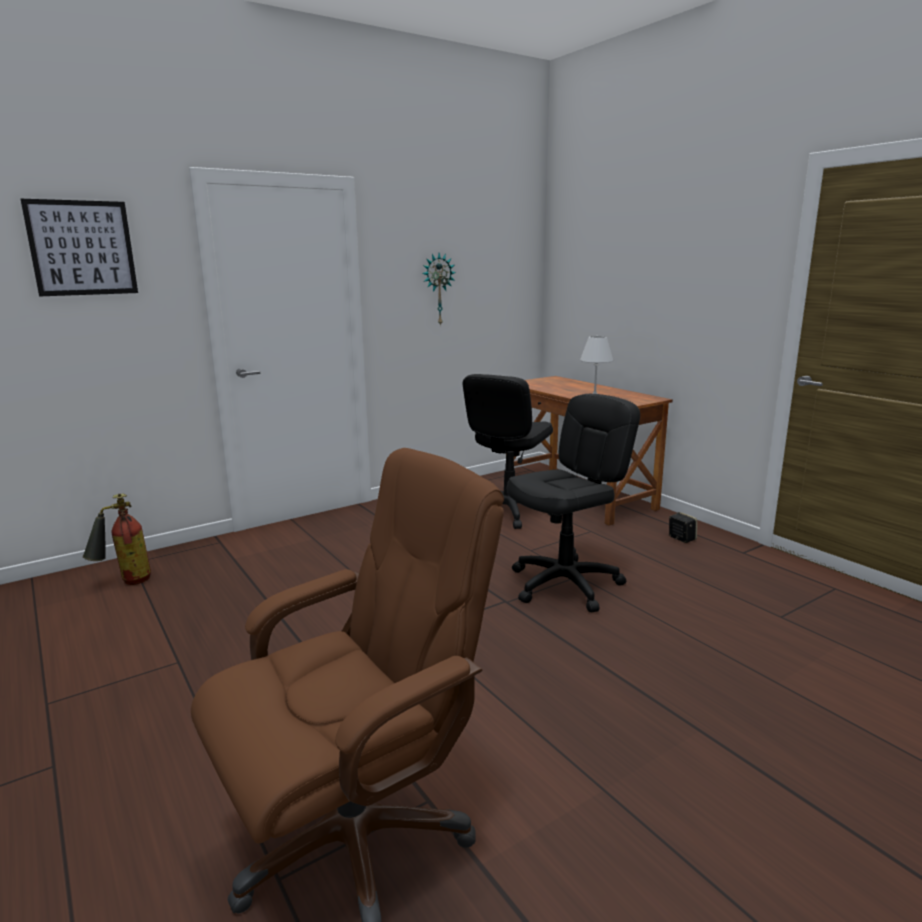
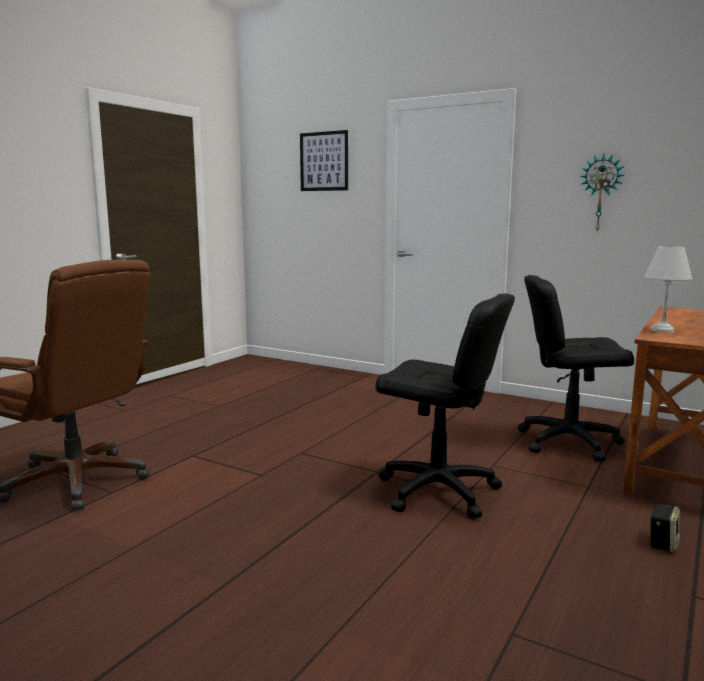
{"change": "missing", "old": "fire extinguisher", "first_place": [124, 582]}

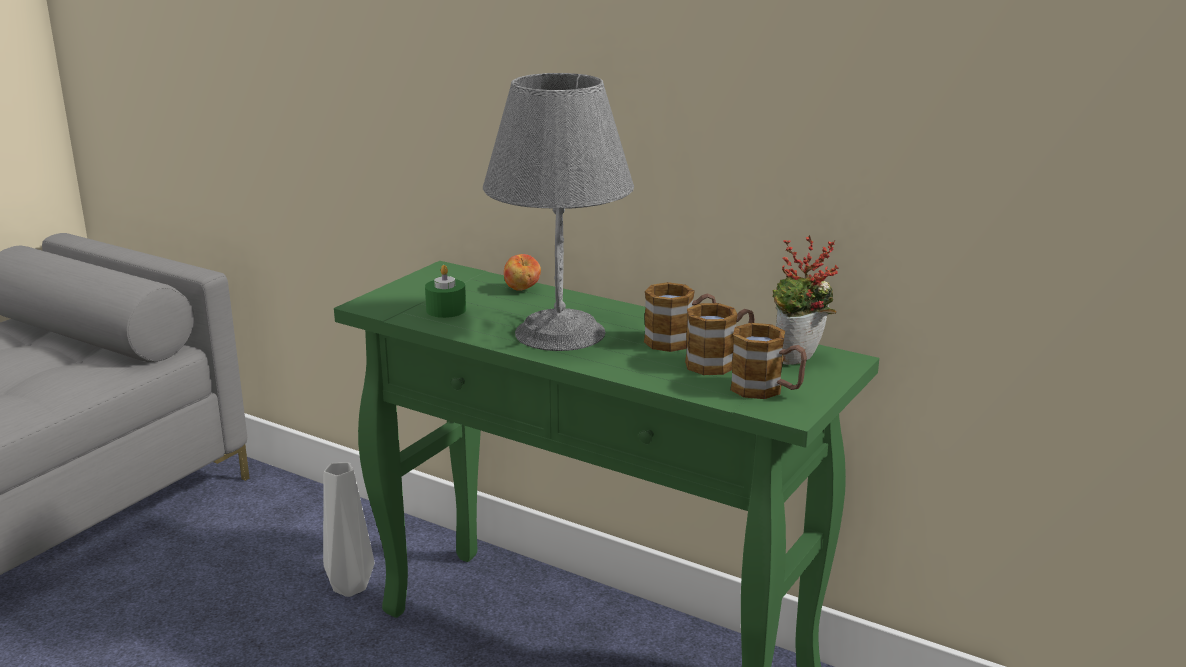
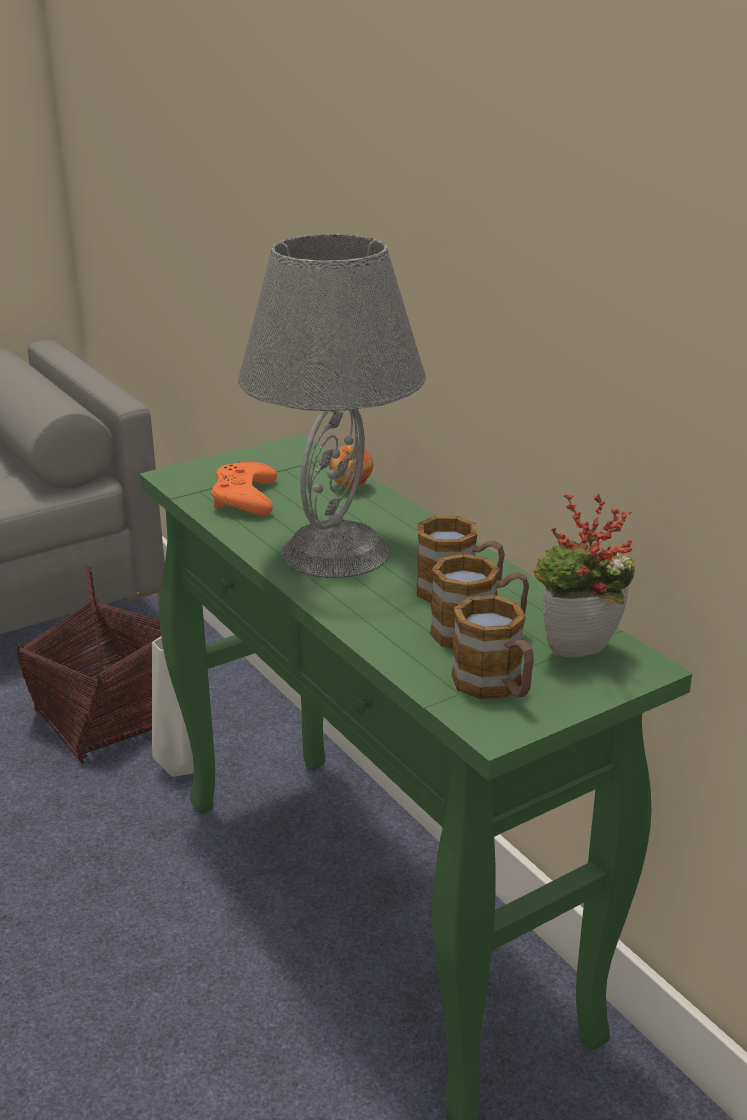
{"change": "exchanged", "old": "wax candle in green", "new": "game controller in orange", "first_place": [446, 310], "second_place": [245, 497]}
{"change": "appeared", "new": "storage basket", "second_place": [108, 718]}

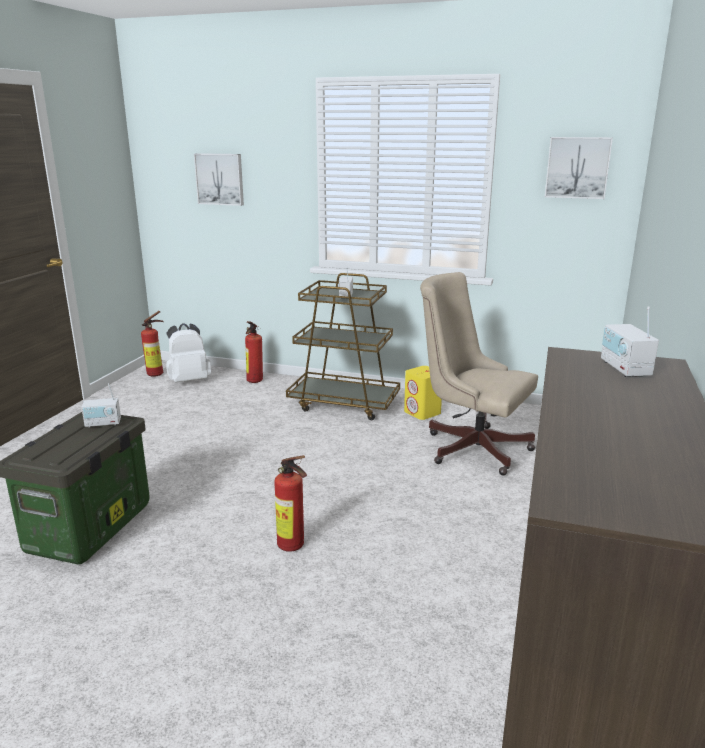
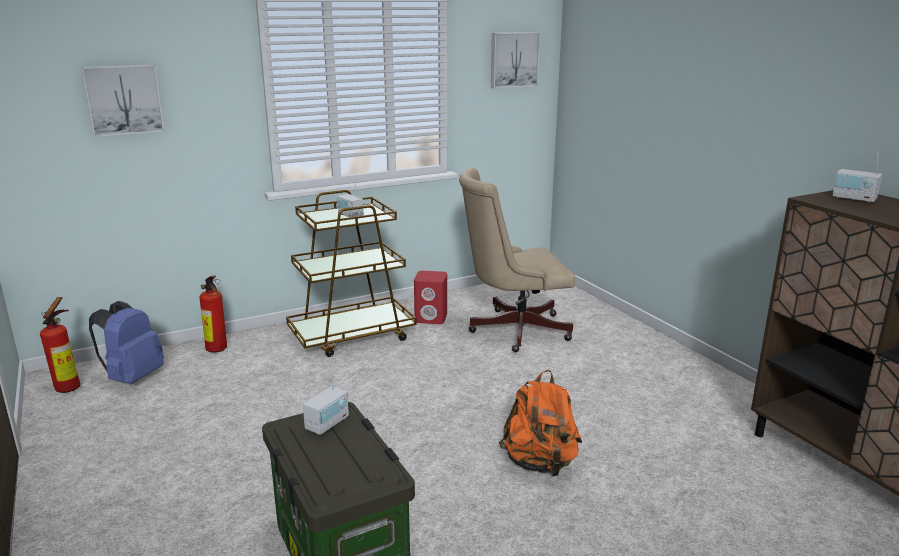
{"change": "colour", "old": "rucksack in white-coloured", "new": "rucksack in blue-coloured", "first_place": [189, 380], "second_place": [132, 378]}
{"change": "exchanged", "old": "fire extinguisher", "new": "rucksack in orange", "first_place": [293, 547], "second_place": [540, 464]}
{"change": "colour", "old": "loudspeaker in yellowish", "new": "loudspeaker in red", "first_place": [422, 413], "second_place": [431, 318]}

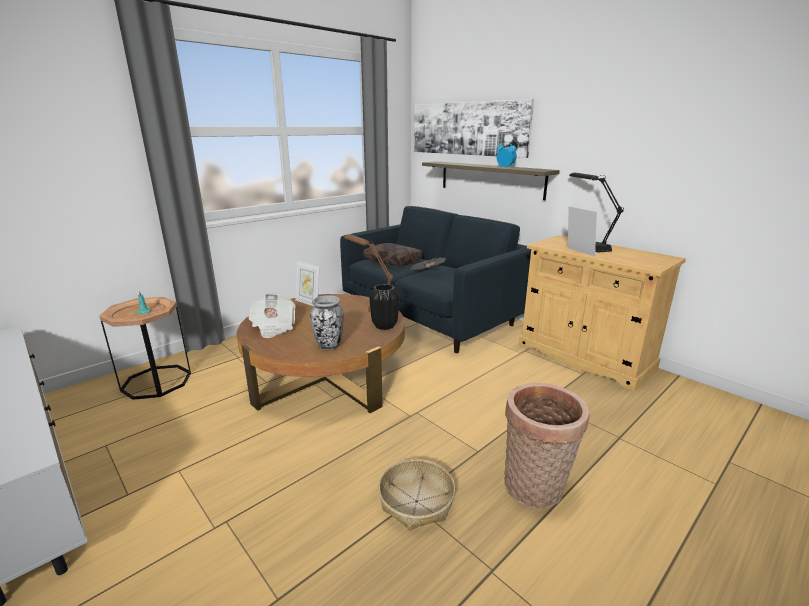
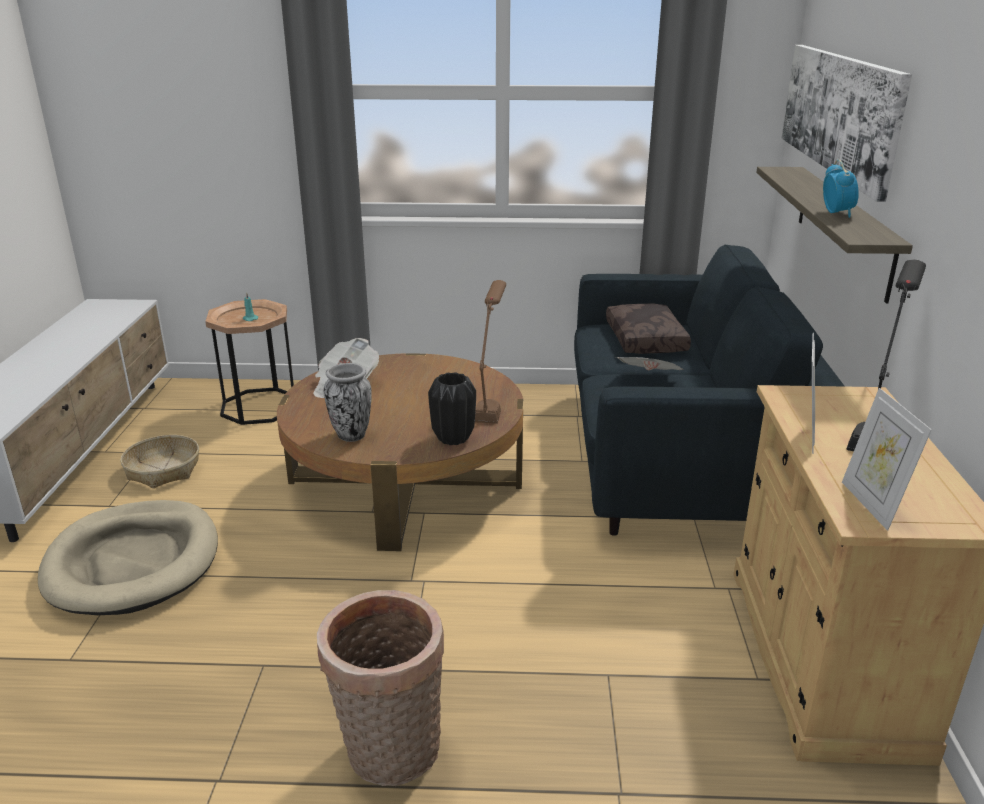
{"change": "relocated", "old": "picture frame", "first_place": [308, 302], "second_place": [872, 504]}
{"change": "relocated", "old": "storage basket", "first_place": [416, 501], "second_place": [163, 470]}
{"change": "appeared", "new": "pet bed in beige-coloured", "second_place": [133, 562]}

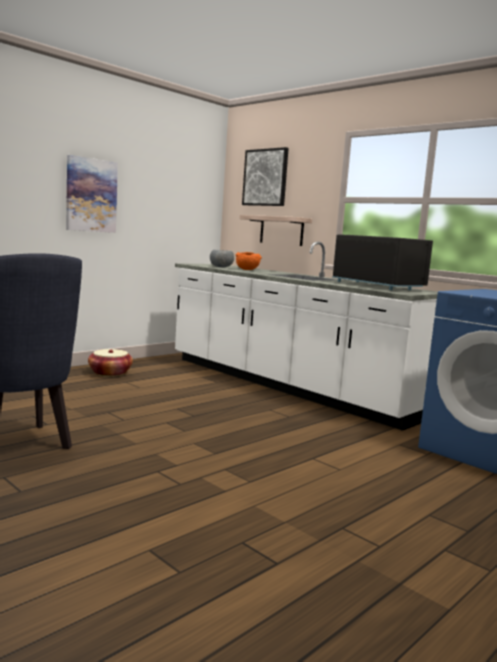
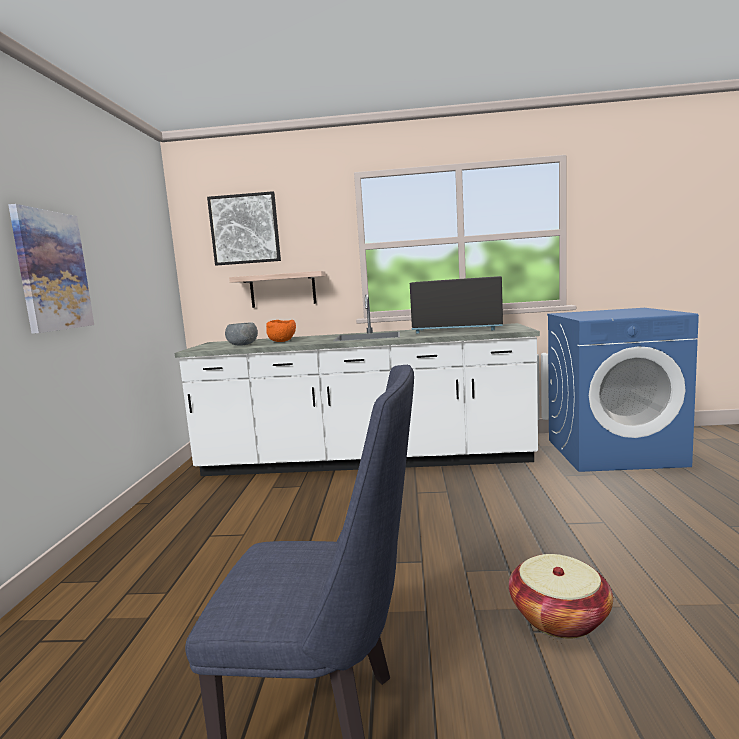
{"change": "relocated", "old": "storage basket", "first_place": [110, 373], "second_place": [559, 617]}

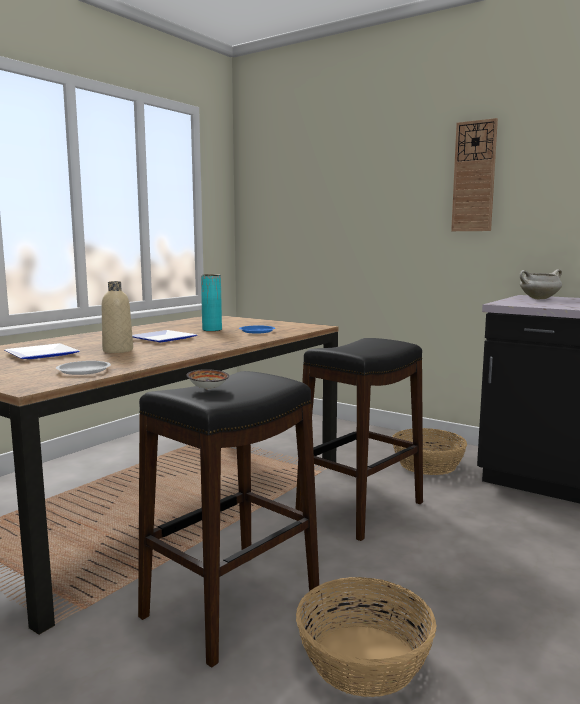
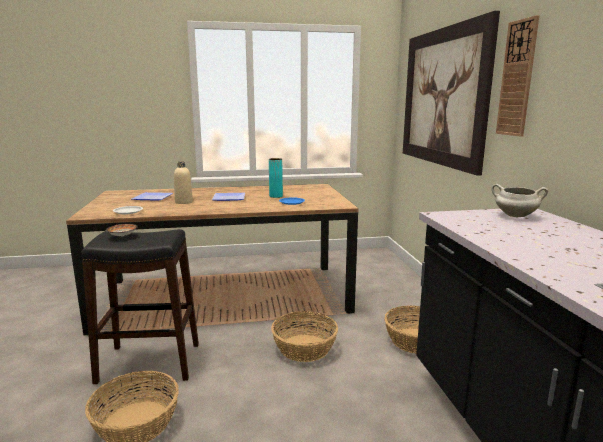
{"change": "exchanged", "old": "sitting stool in black-coloured", "new": "storage basket", "first_place": [360, 509], "second_place": [304, 348]}
{"change": "appeared", "new": "wall picture", "second_place": [442, 97]}

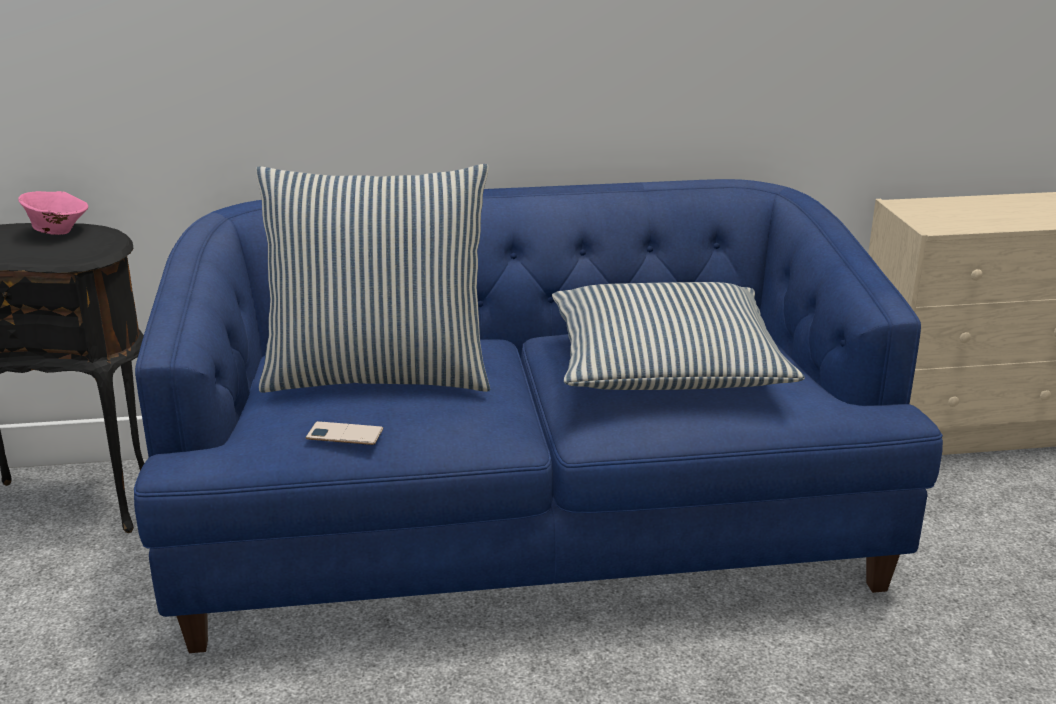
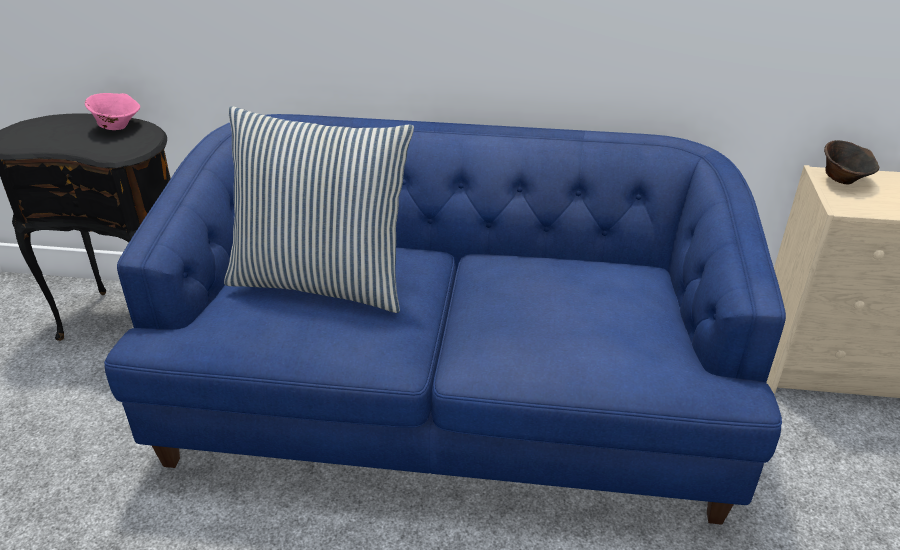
{"change": "missing", "old": "phone", "first_place": [344, 434]}
{"change": "missing", "old": "pillow", "first_place": [665, 364]}
{"change": "appeared", "new": "bowl in brown", "second_place": [843, 179]}

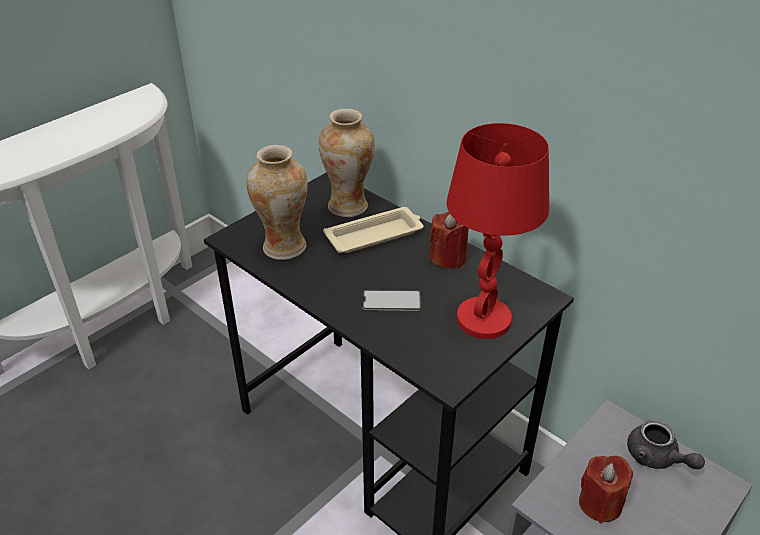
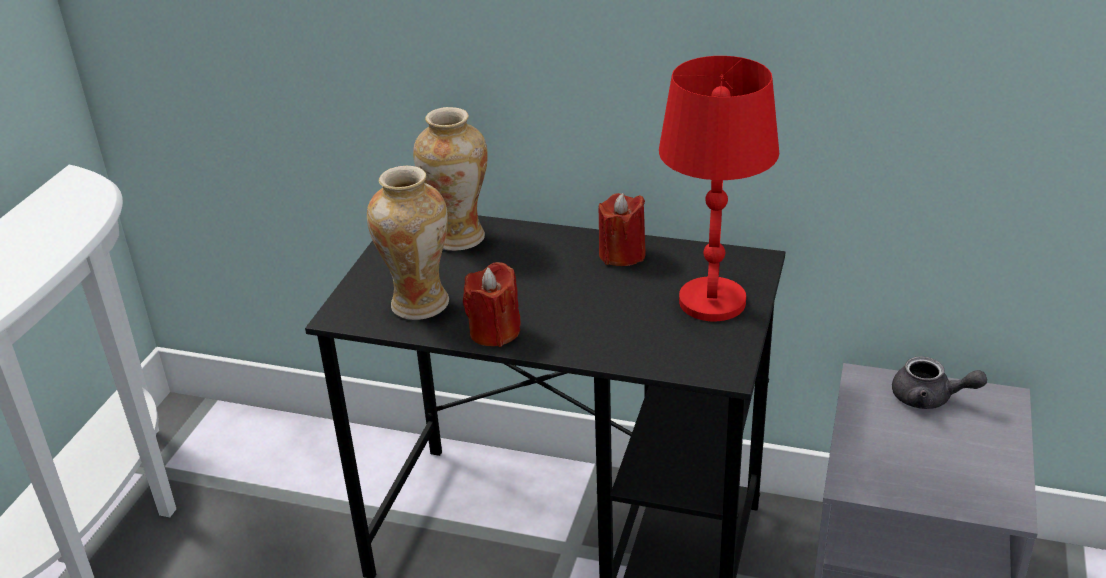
{"change": "missing", "old": "carrying tray in beige-coloured", "first_place": [375, 235]}
{"change": "missing", "old": "phone", "first_place": [391, 301]}
{"change": "relocated", "old": "wax candle in red", "first_place": [600, 503], "second_place": [494, 331]}

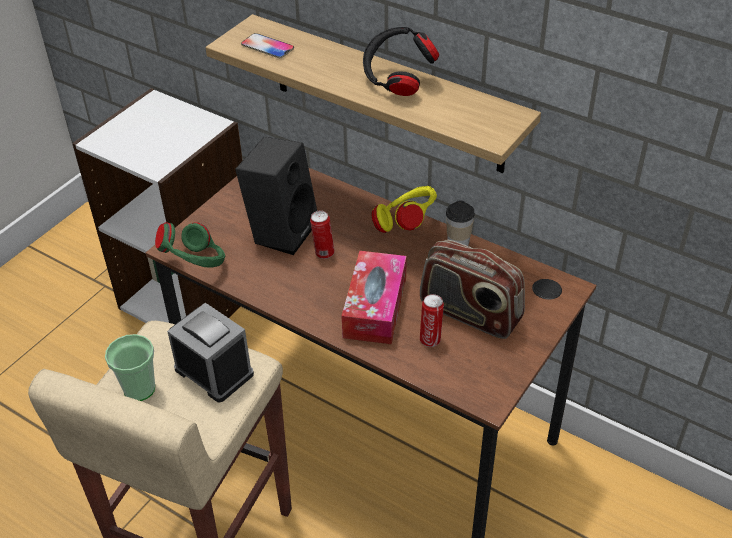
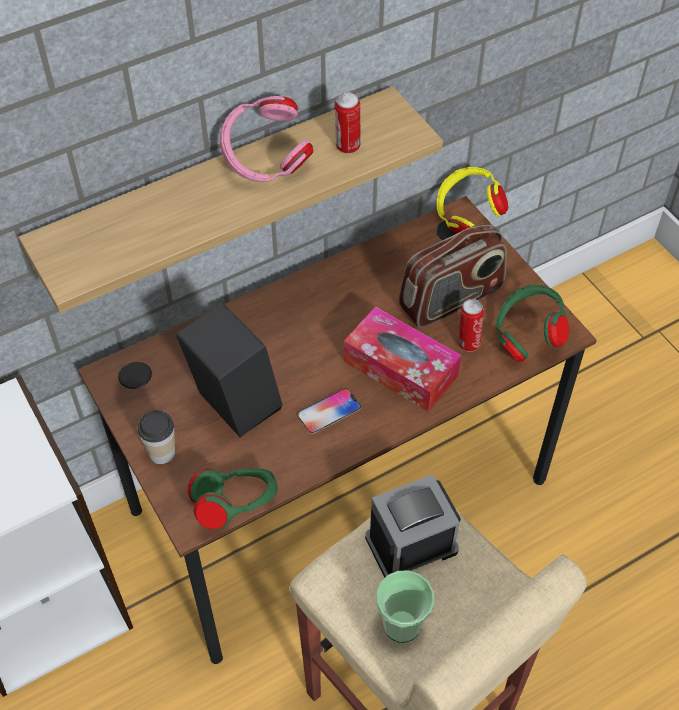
{"change": "relocated", "old": "phone", "first_place": [267, 47], "second_place": [329, 411]}
{"change": "relocated", "old": "sealed can", "first_place": [323, 253], "second_place": [347, 147]}
{"change": "colour", "old": "headphones in black-coloured", "new": "headphones in pink-coloured", "first_place": [397, 81], "second_place": [265, 163]}
{"change": "relocated", "old": "headphones in yellowish", "first_place": [406, 224], "second_place": [466, 218]}
{"change": "relocated", "old": "small cup", "first_place": [458, 242], "second_place": [162, 452]}
{"change": "appeared", "new": "headphones in green", "second_place": [526, 337]}

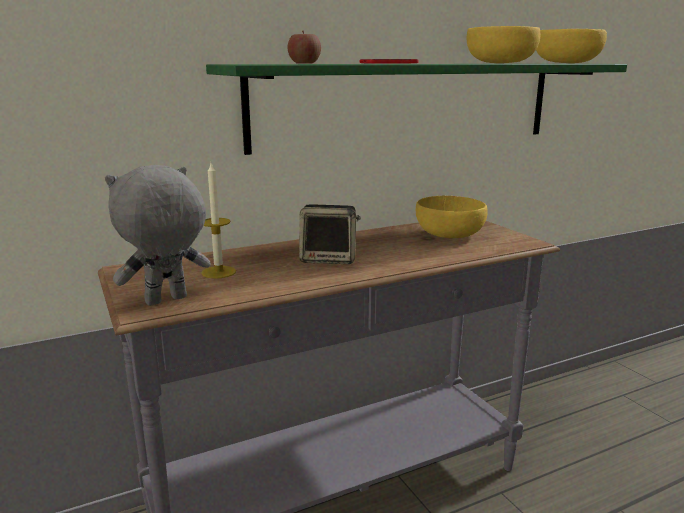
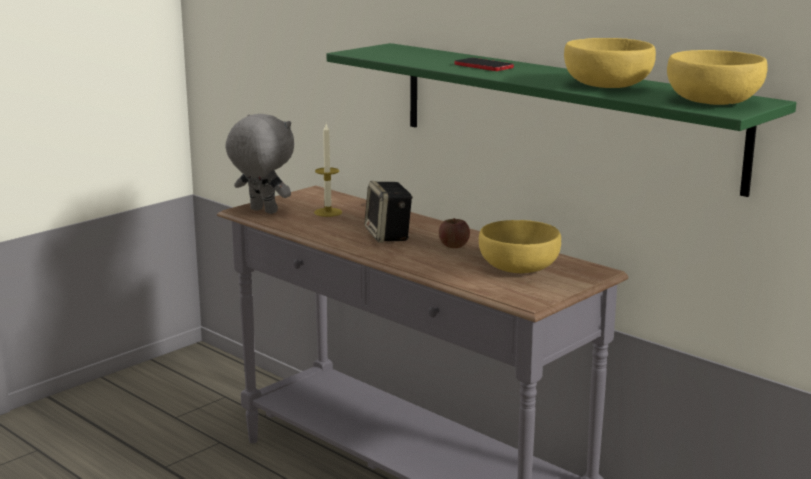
{"change": "relocated", "old": "whole apple", "first_place": [304, 63], "second_place": [454, 245]}

